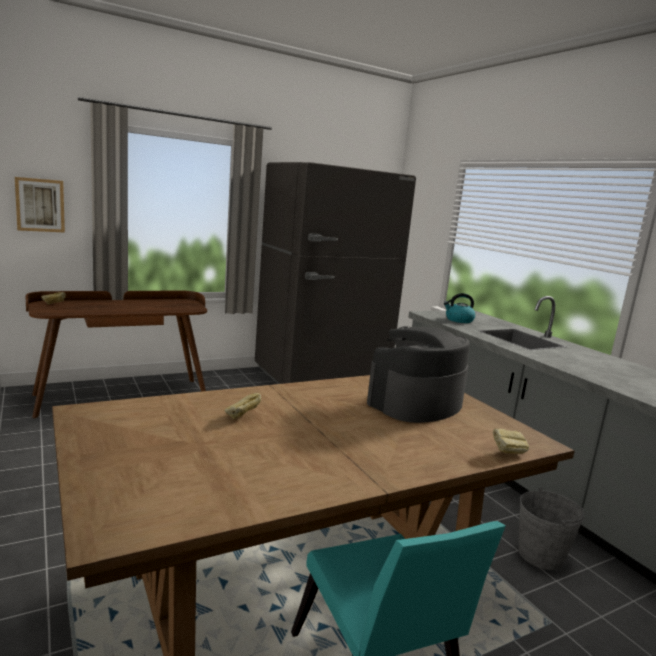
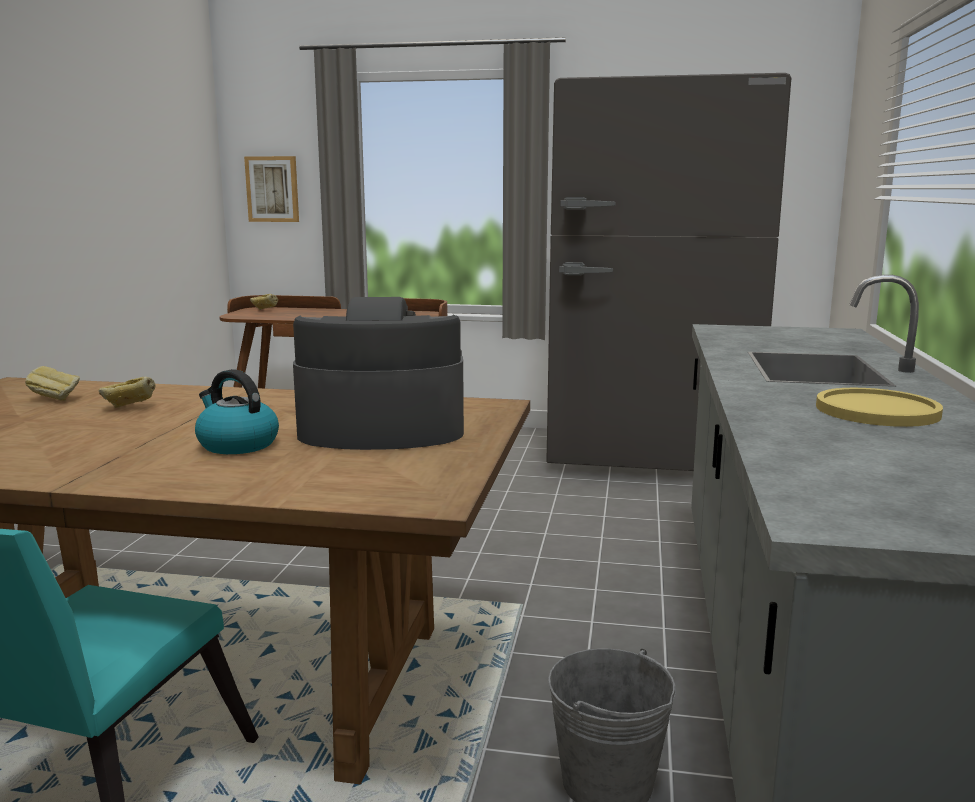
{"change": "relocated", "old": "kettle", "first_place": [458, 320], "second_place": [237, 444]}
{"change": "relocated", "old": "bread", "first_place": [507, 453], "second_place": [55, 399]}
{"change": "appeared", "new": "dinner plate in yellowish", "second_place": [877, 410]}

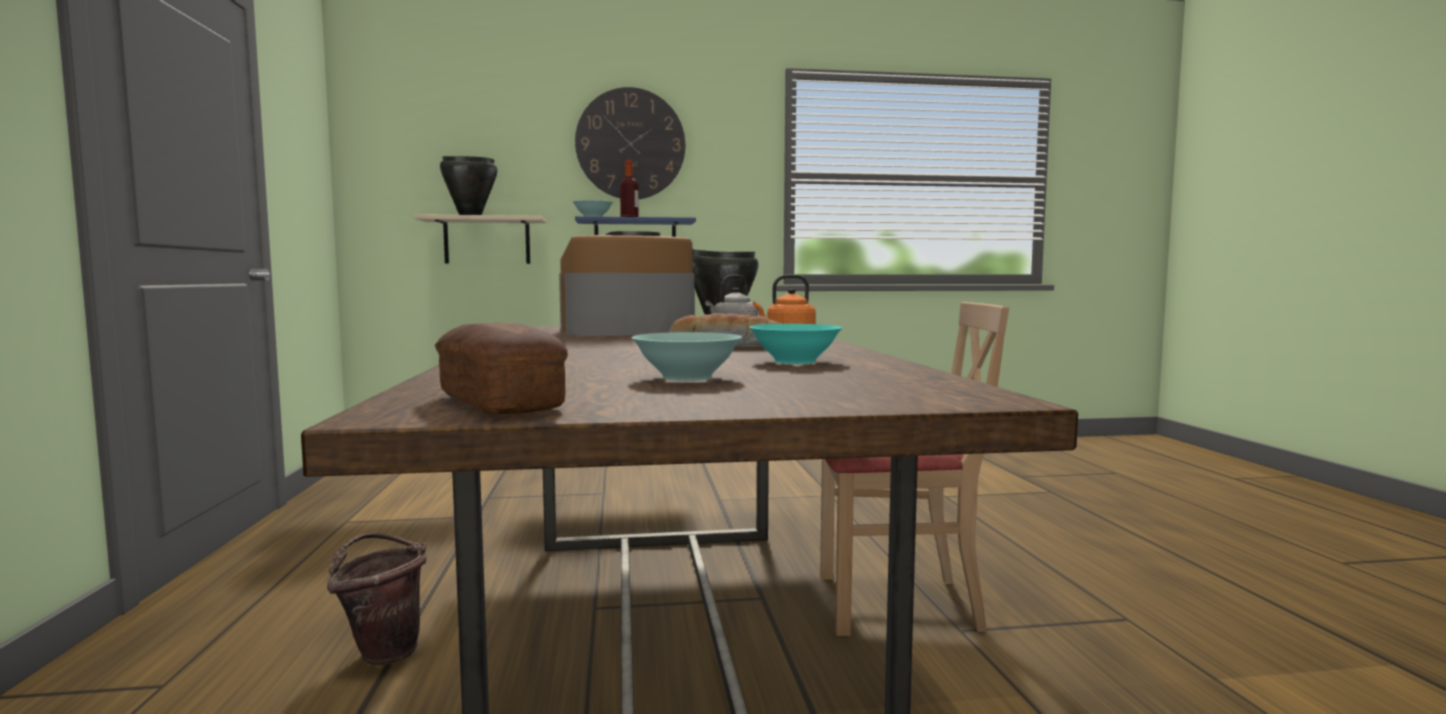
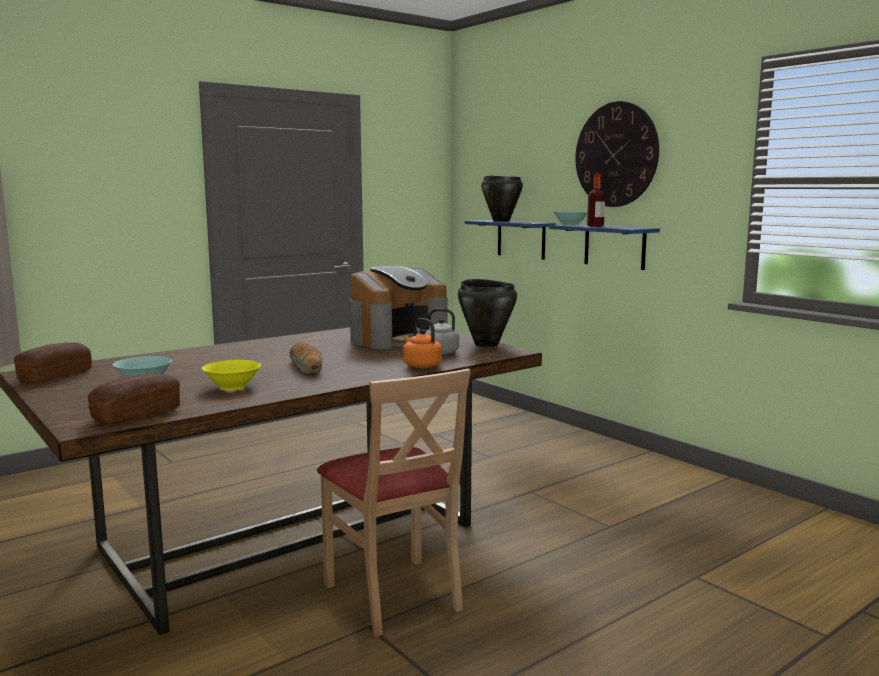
{"change": "missing", "old": "bucket in brown", "first_place": [383, 651]}
{"change": "colour", "old": "shelf in beige-coloured", "new": "shelf in blue-coloured", "first_place": [487, 241], "second_place": [521, 239]}
{"change": "spun", "old": "coffee brewer", "first_place": [628, 331], "second_place": [397, 339], "degrees": 105}
{"change": "colour", "old": "bowl in turquoise-coloured", "new": "bowl in yellowish", "first_place": [795, 361], "second_place": [233, 387]}
{"change": "appeared", "new": "bread", "second_place": [137, 414]}

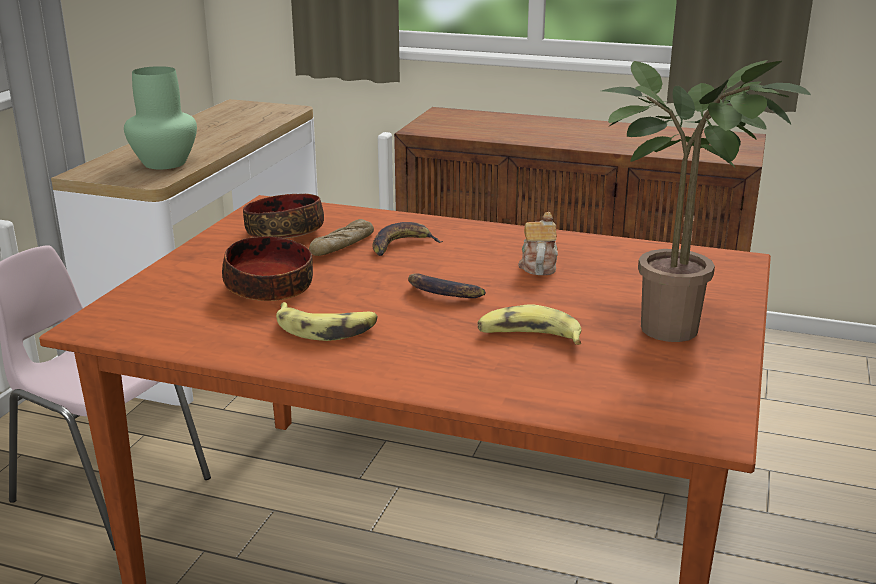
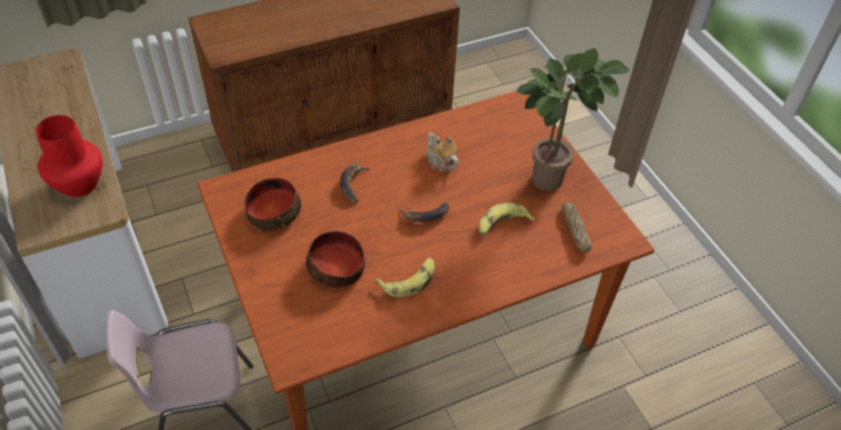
{"change": "colour", "old": "flower vase in green", "new": "flower vase in red", "first_place": [164, 163], "second_place": [80, 185]}
{"change": "relocated", "old": "bread", "first_place": [342, 246], "second_place": [575, 230]}

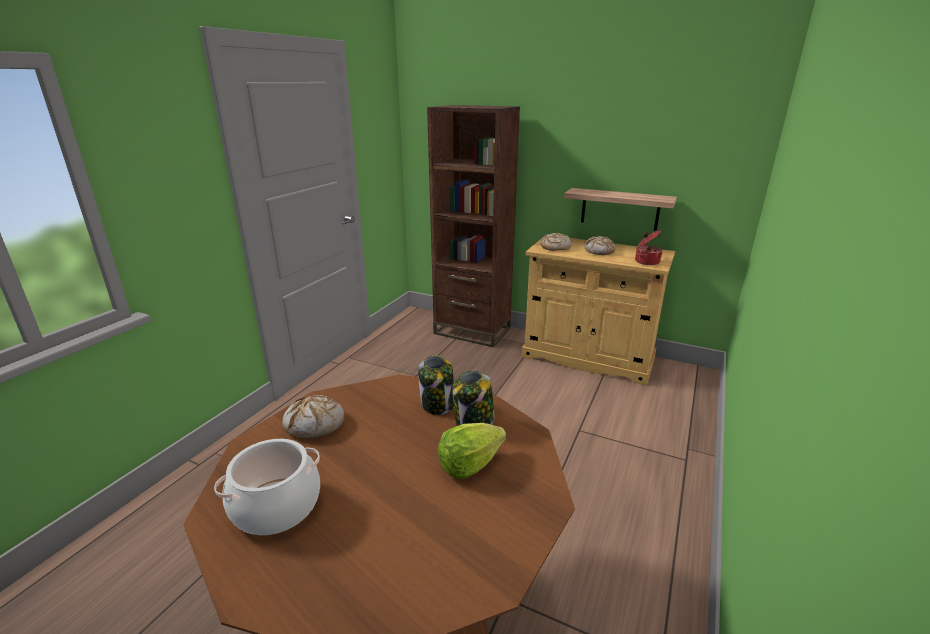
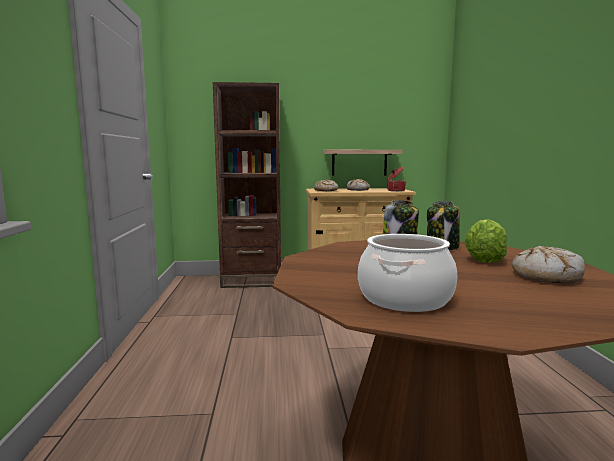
{"change": "relocated", "old": "bread", "first_place": [315, 424], "second_place": [546, 276]}

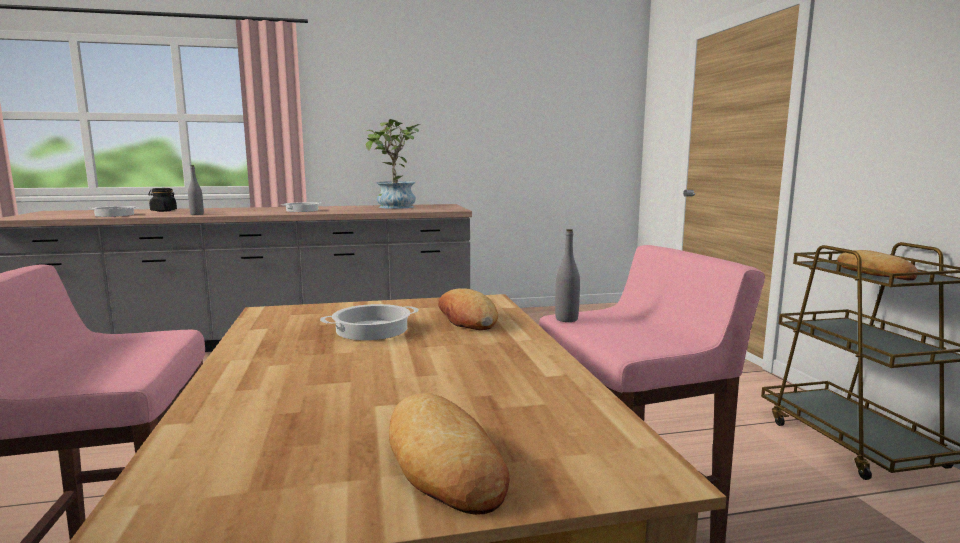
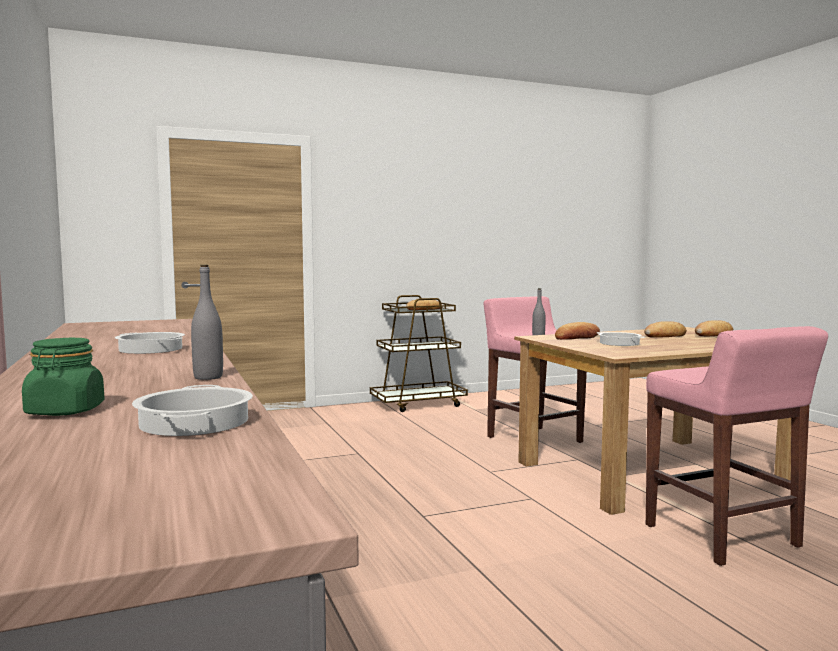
{"change": "colour", "old": "preserve jar in black-coloured", "new": "preserve jar in green", "first_place": [163, 211], "second_place": [65, 411]}
{"change": "missing", "old": "potted plant", "first_place": [394, 207]}
{"change": "appeared", "new": "bread", "second_place": [665, 336]}

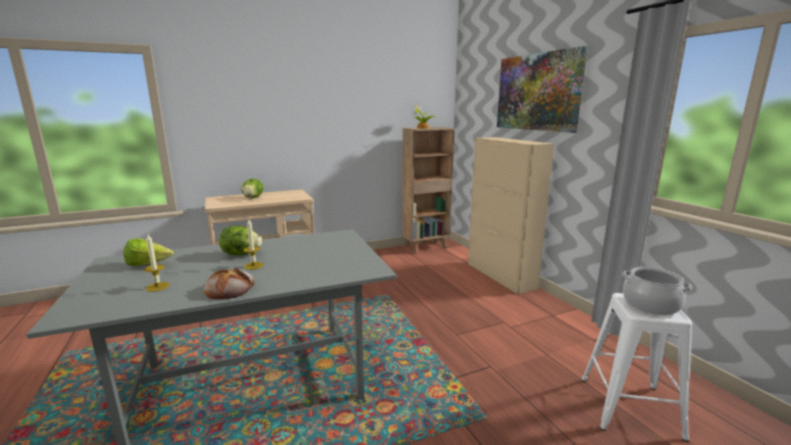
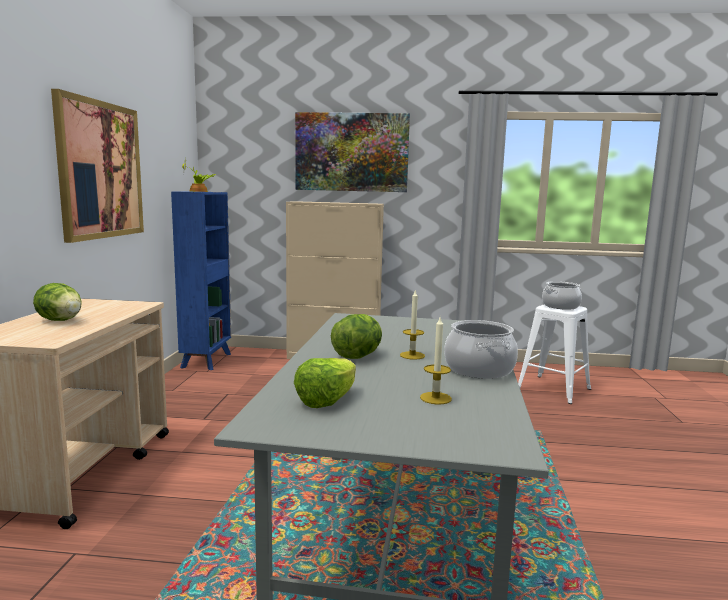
{"change": "exchanged", "old": "bread", "new": "cooking pot", "first_place": [230, 288], "second_place": [478, 369]}
{"change": "colour", "old": "shelving unit in brown", "new": "shelving unit in blue-coloured", "first_place": [426, 247], "second_place": [207, 360]}
{"change": "appeared", "new": "wall picture", "second_place": [100, 170]}

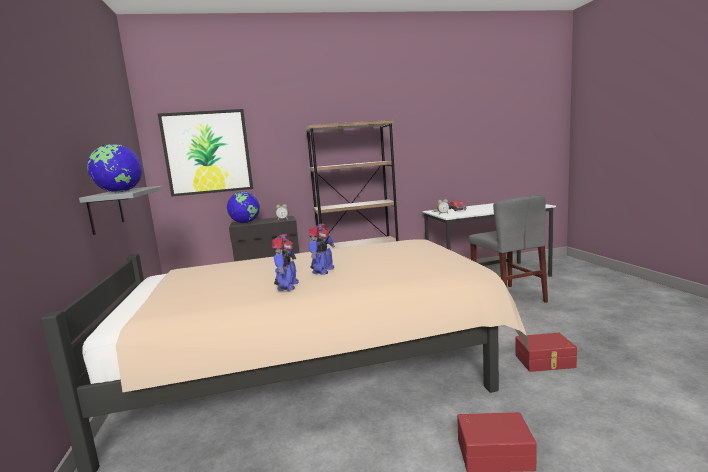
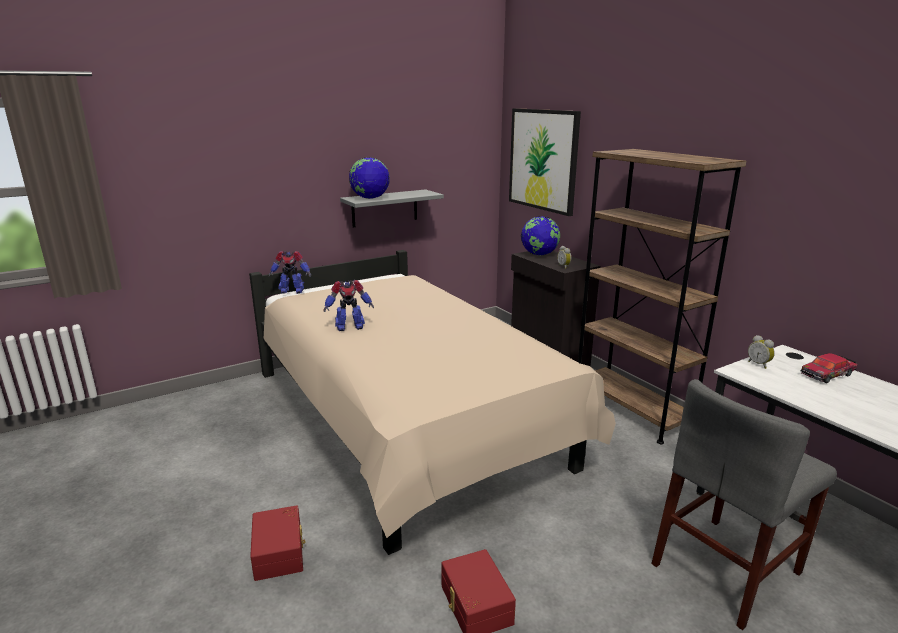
{"change": "relocated", "old": "toy robot", "first_place": [322, 271], "second_place": [292, 291]}

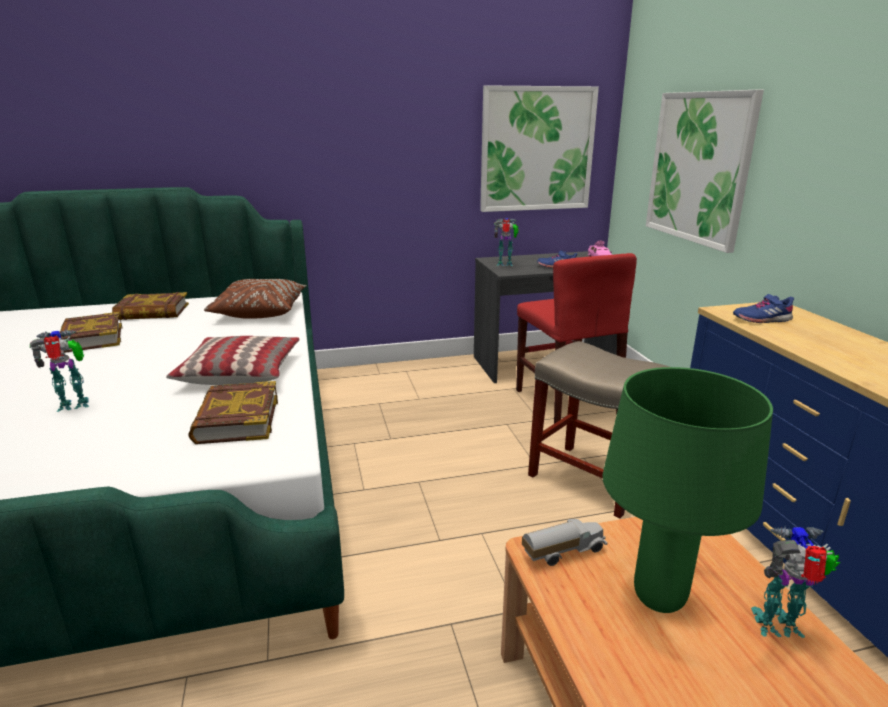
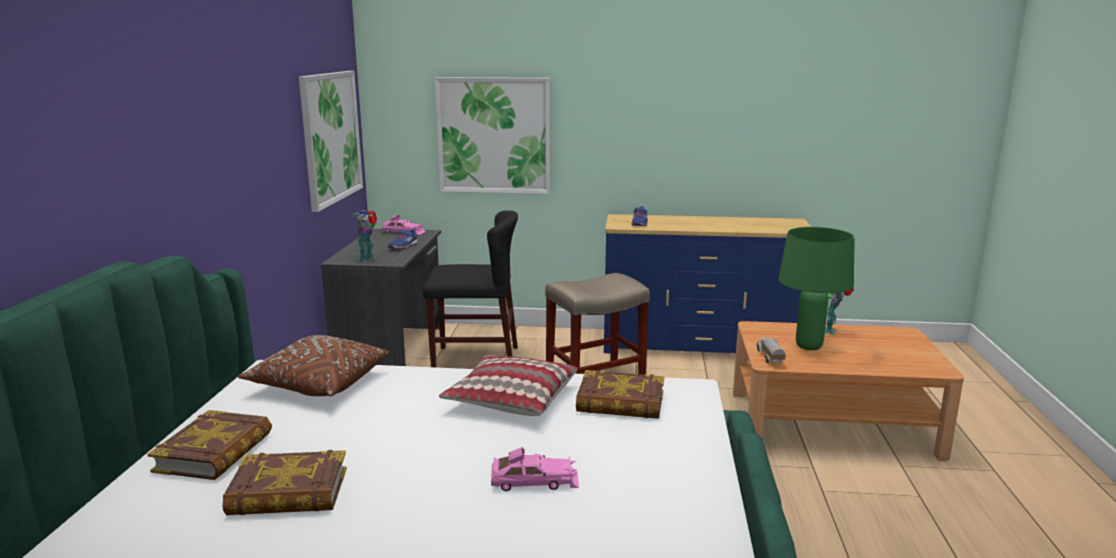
{"change": "exchanged", "old": "toy robot", "new": "miniature car in pink-coloured", "first_place": [75, 405], "second_place": [534, 481]}
{"change": "colour", "old": "chair in red", "new": "chair in black-coloured", "first_place": [566, 402], "second_place": [475, 360]}

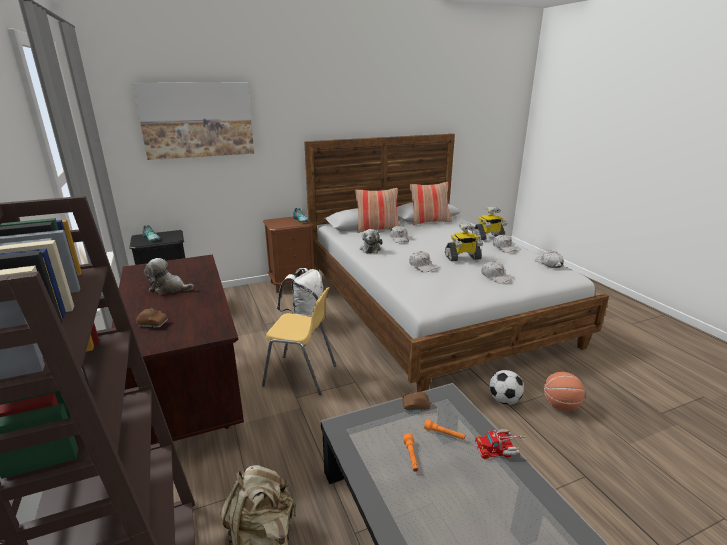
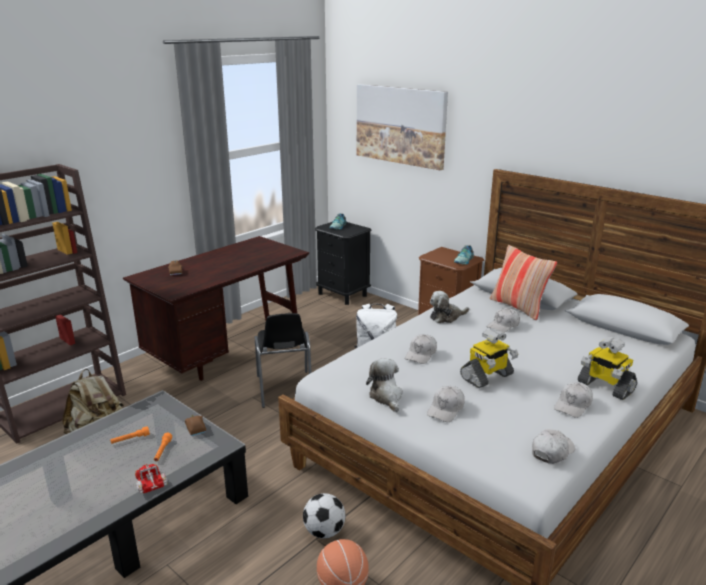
{"change": "relocated", "old": "soft toy", "first_place": [169, 288], "second_place": [386, 397]}
{"change": "colour", "old": "chair in yellowish", "new": "chair in black-coloured", "first_place": [301, 375], "second_place": [284, 389]}
{"change": "missing", "old": "pillow", "first_place": [429, 221]}
{"change": "spun", "old": "toy robot", "first_place": [462, 257], "second_place": [487, 377], "degrees": -90}

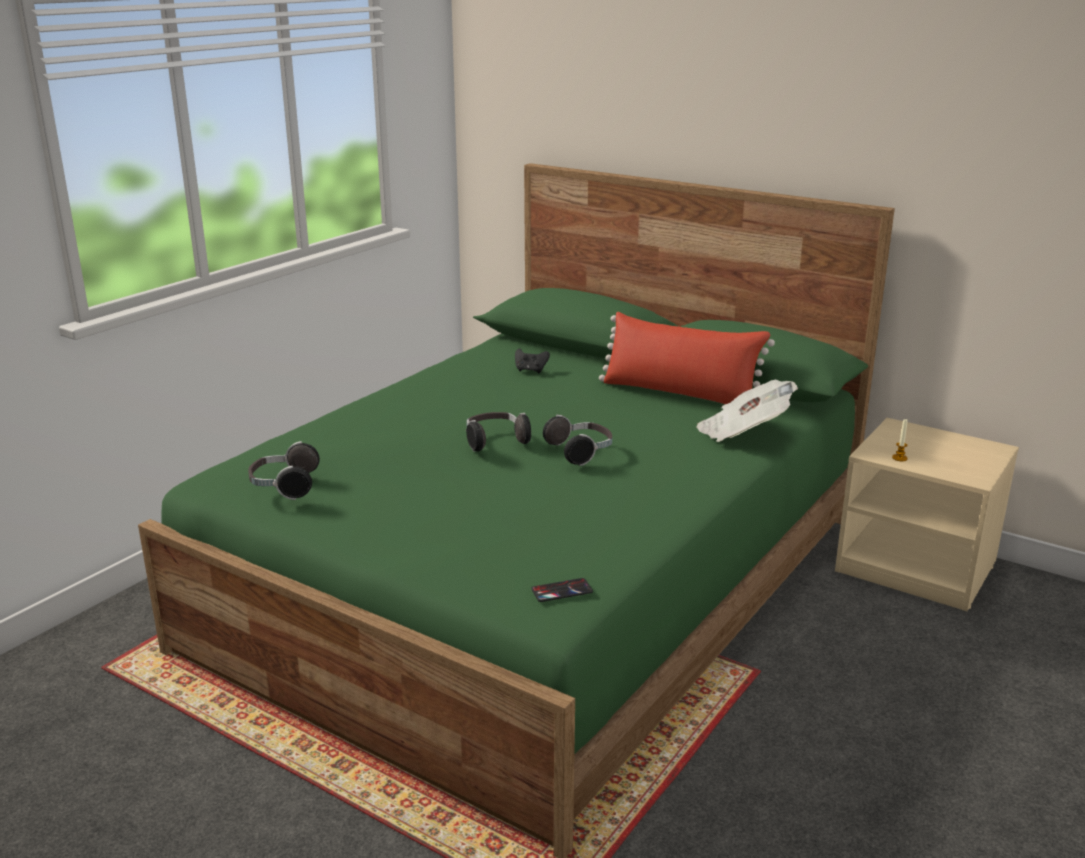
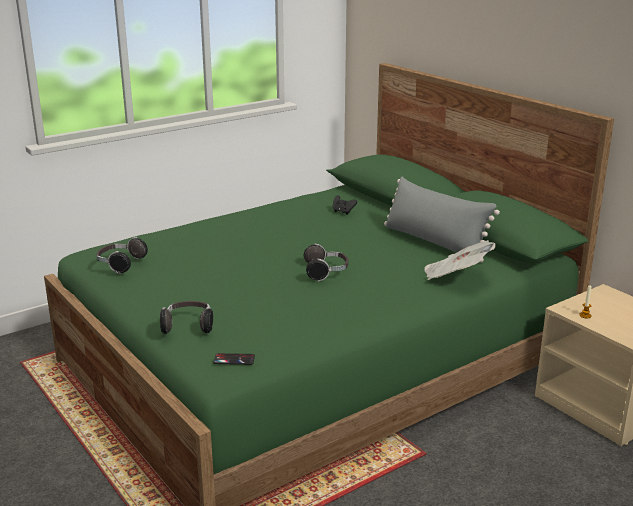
{"change": "relocated", "old": "headphones", "first_place": [495, 441], "second_place": [188, 326]}
{"change": "colour", "old": "pillow in red", "new": "pillow in grey", "first_place": [680, 394], "second_place": [434, 243]}

